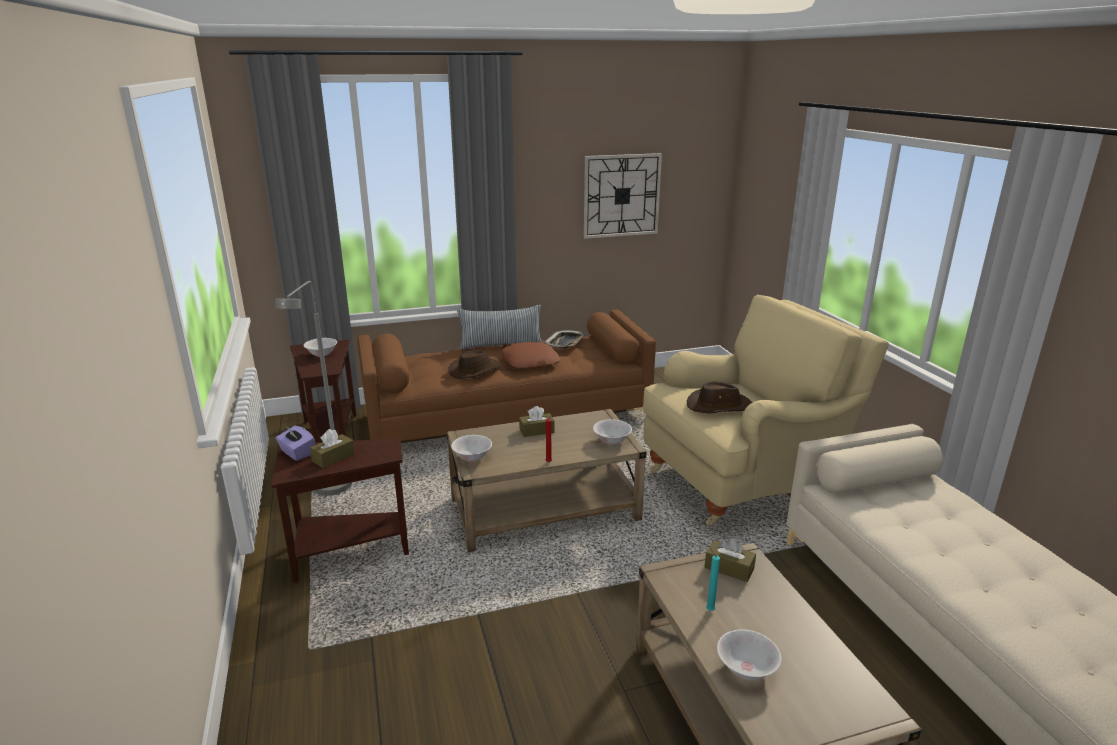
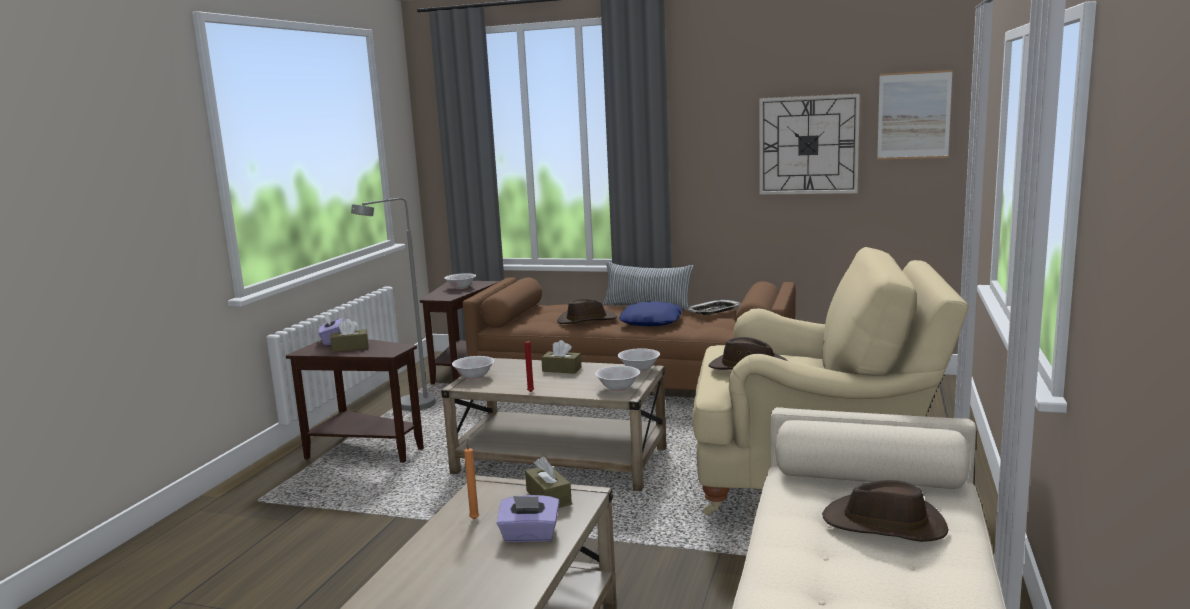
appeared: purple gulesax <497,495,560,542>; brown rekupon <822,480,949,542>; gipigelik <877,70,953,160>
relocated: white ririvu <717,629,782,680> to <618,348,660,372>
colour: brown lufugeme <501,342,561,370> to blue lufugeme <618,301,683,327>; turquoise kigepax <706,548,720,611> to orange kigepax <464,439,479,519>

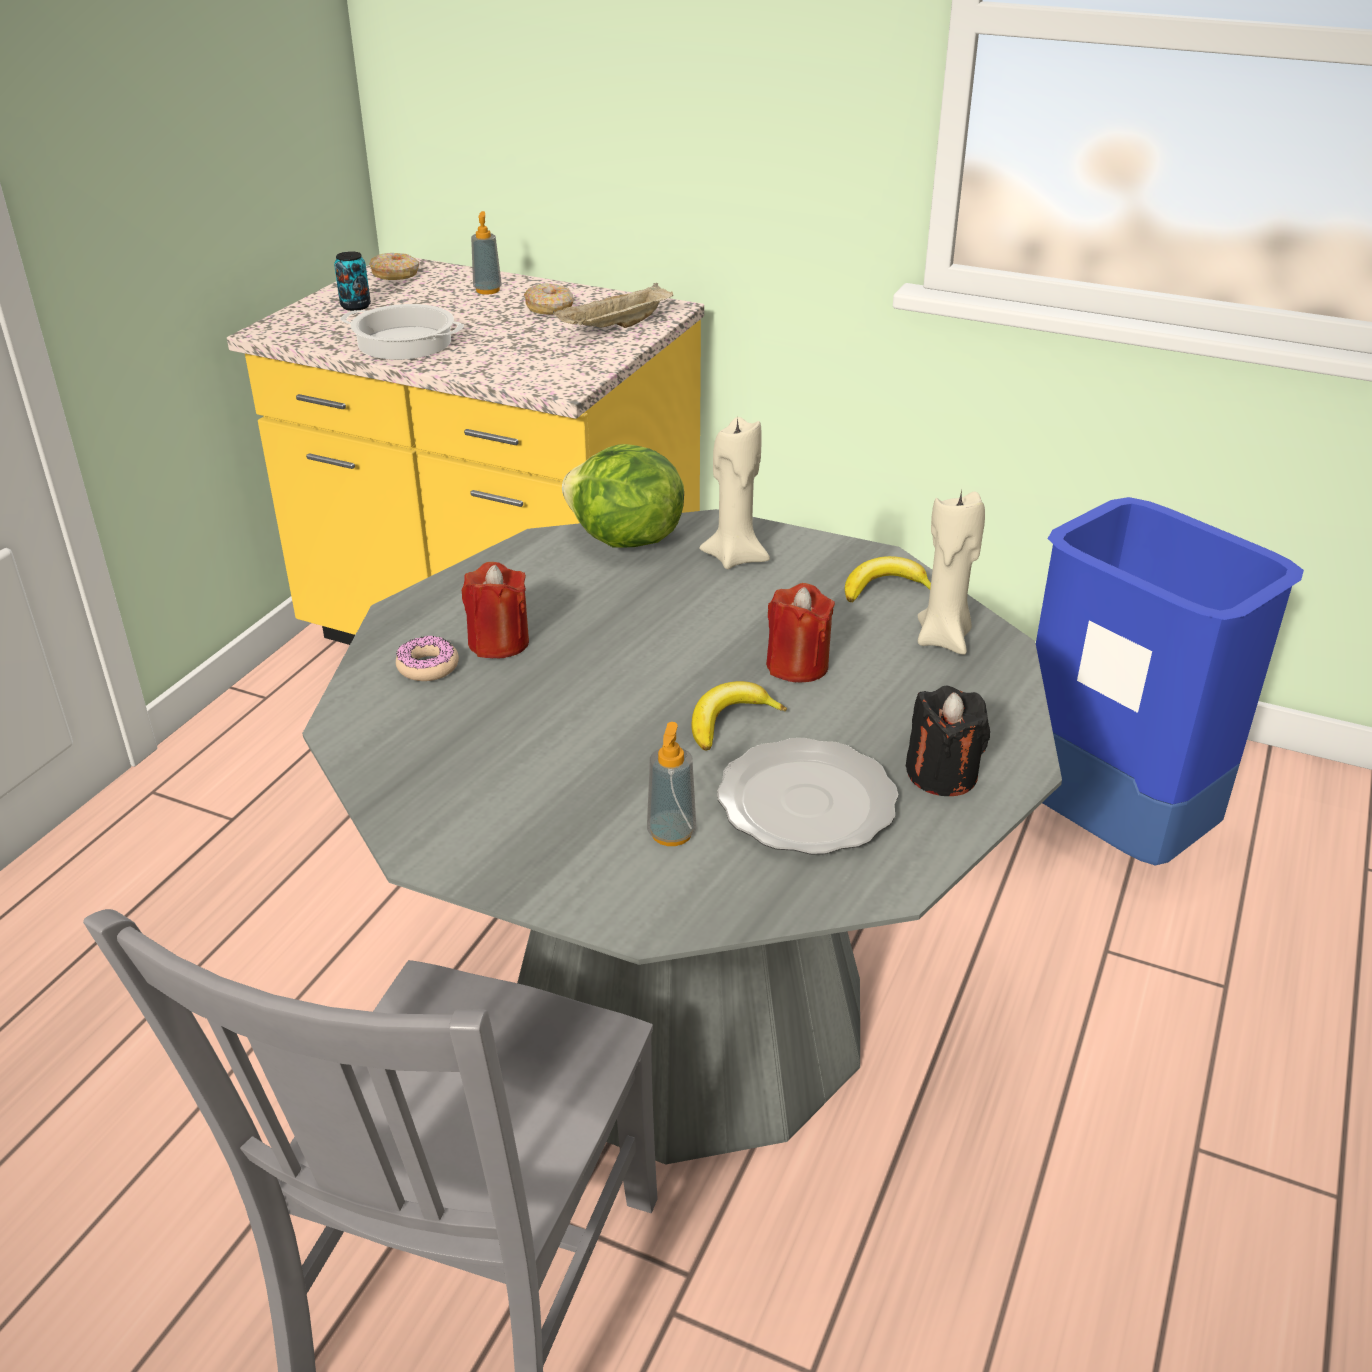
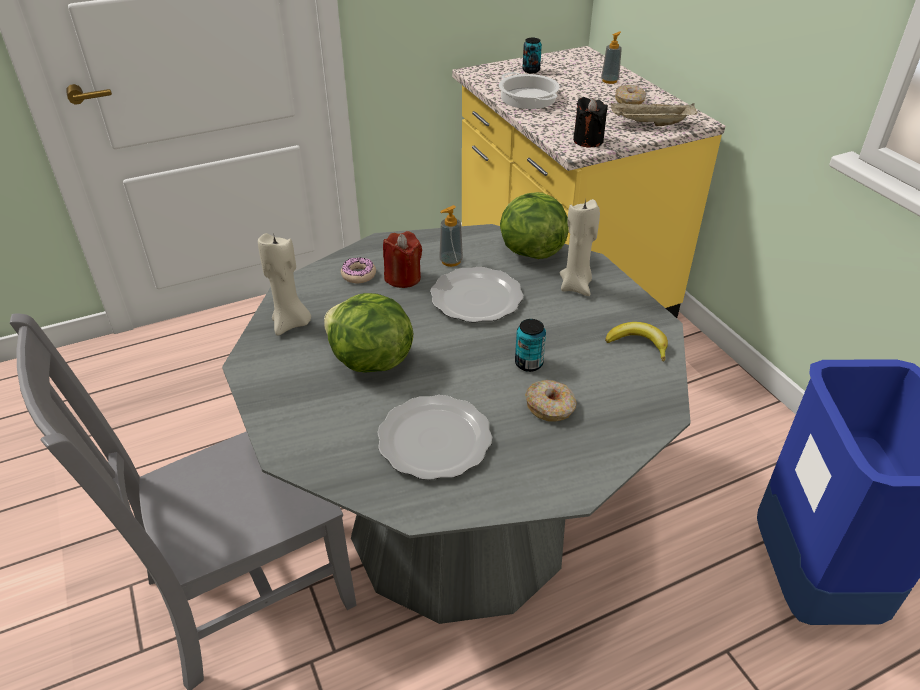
missing: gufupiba <692,681,787,750>
appeared: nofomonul <324,293,413,373>; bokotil <430,267,523,323>
relocated: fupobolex <369,253,419,280> to <525,380,577,422>; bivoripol <647,722,696,846> to <439,205,463,267>; black kigepax <905,686,990,796> to <573,97,608,147>; beige kigepax <918,489,985,655> to <258,233,311,336>
exchanged: red kigepax <766,583,835,683> to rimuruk <515,319,546,372>

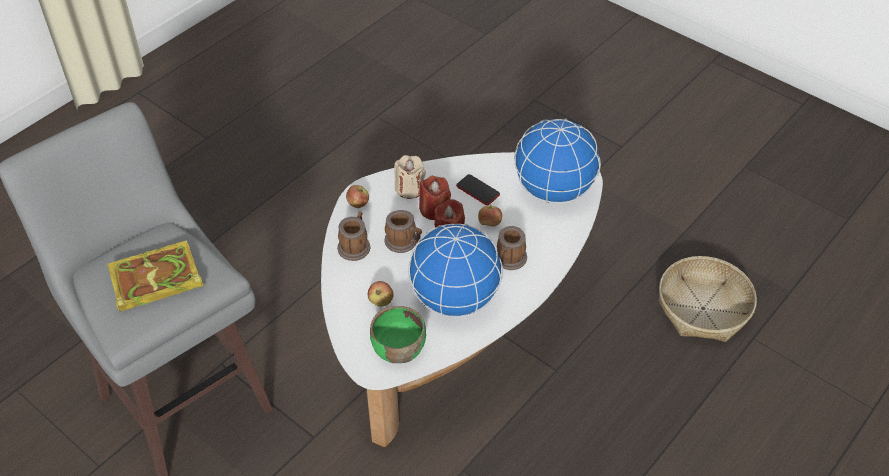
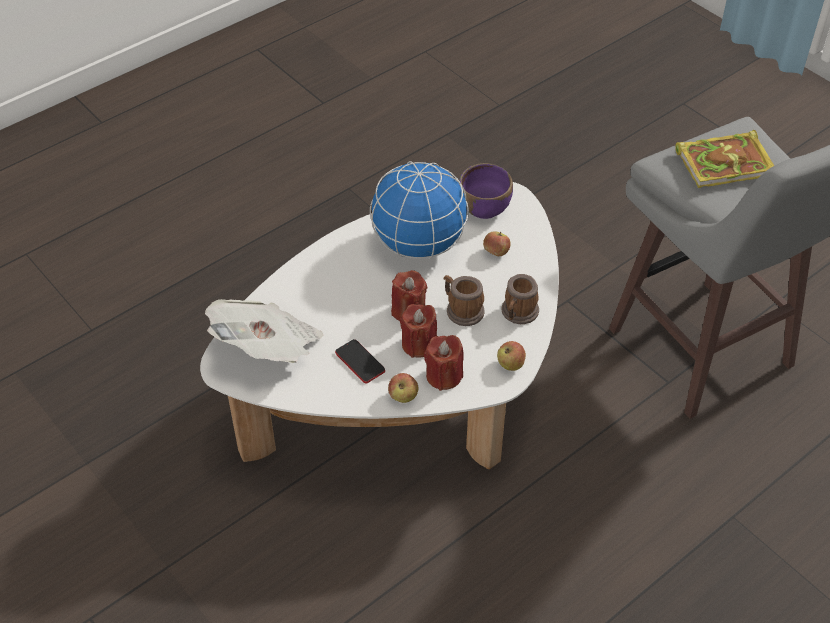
missing: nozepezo <497,226,527,270>; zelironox <659,256,757,342>
relocated: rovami <478,205,502,226> to <388,373,418,403>
exchanged: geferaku <514,118,601,203> to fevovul <205,299,323,363>
colour: green ririvu <370,306,426,363> to purple ririvu <459,163,513,219>; beige kigepax <394,155,426,199> to red kigepax <424,335,464,391>

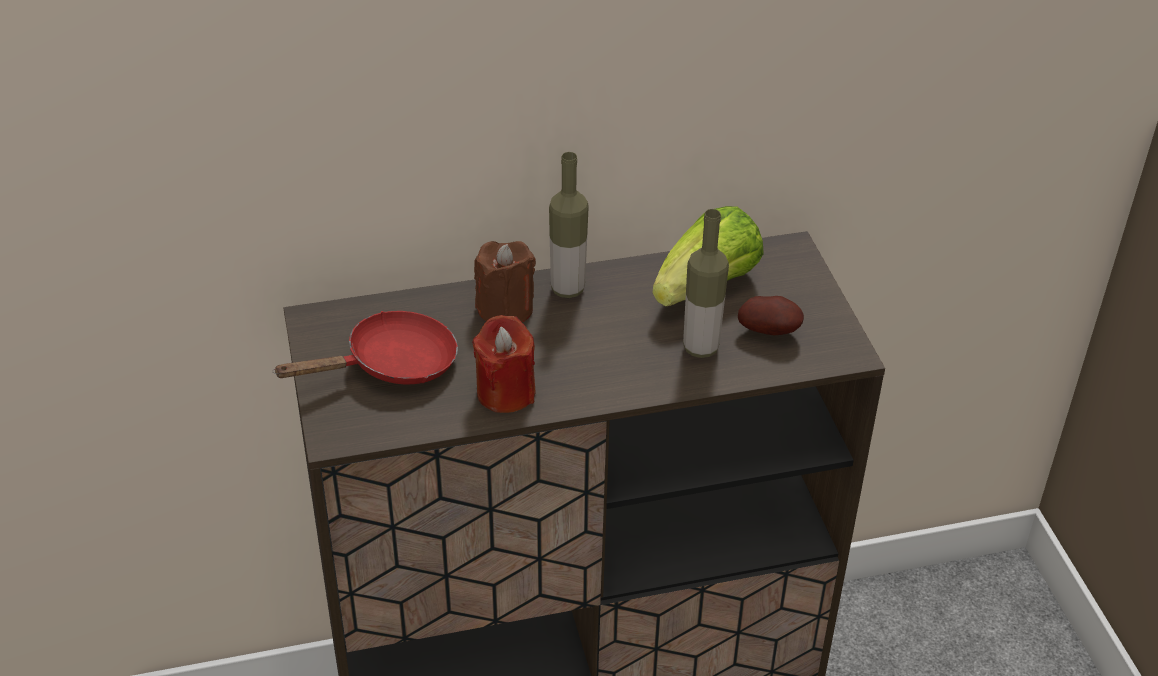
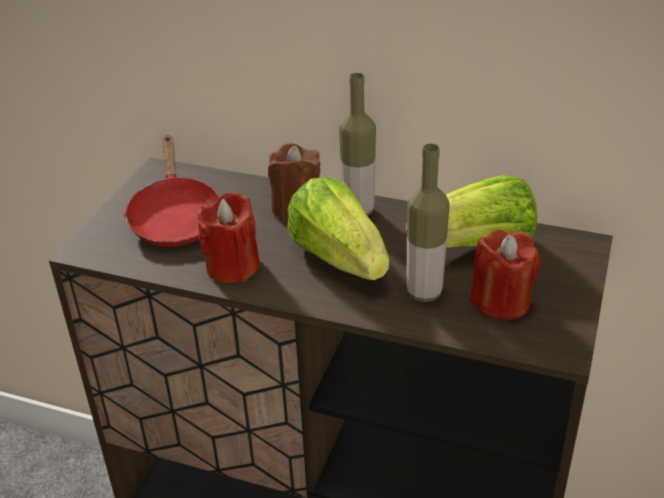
appeared: nofomonul <287,177,389,280>
exchanged: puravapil <738,296,804,335> to red kigepax <470,229,540,321>
spun: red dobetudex <273,311,458,384> = <123,135,220,247> 75 degrees clockwise

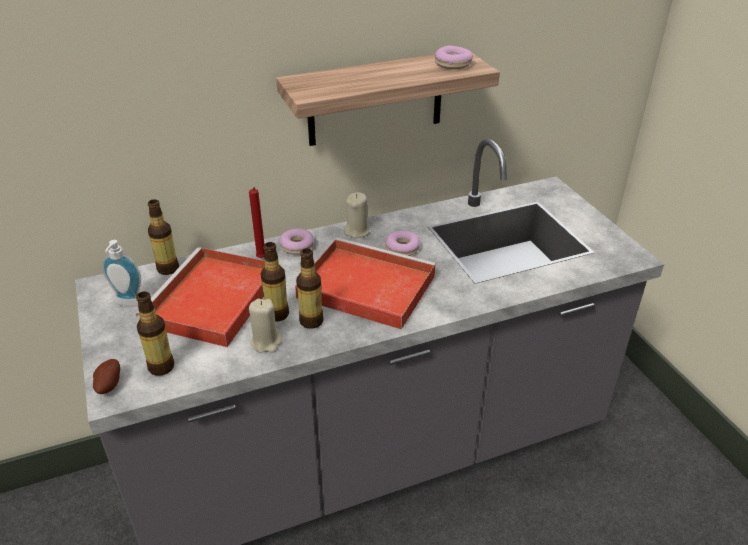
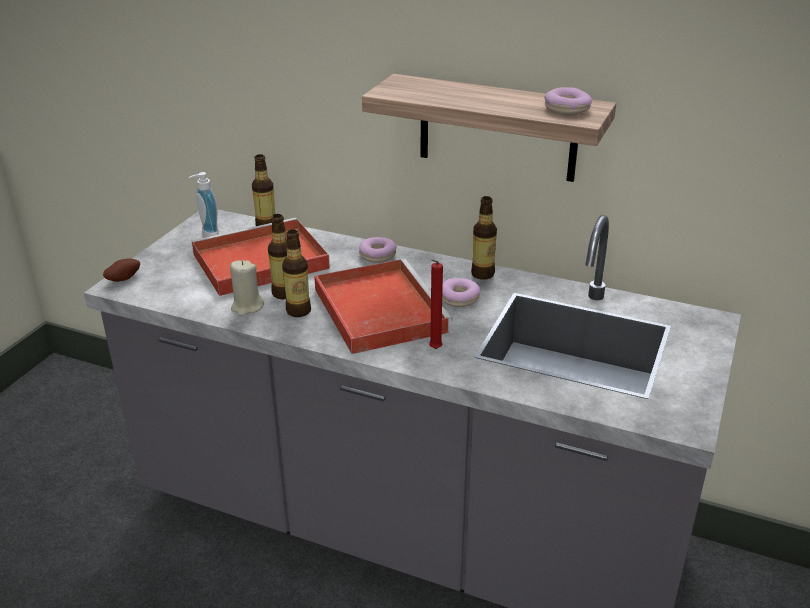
missing: beige kigepax <344,192,369,238>
relocated: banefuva <136,292,174,376> to <471,196,497,280>; red kigepax <249,187,265,258> to <429,260,443,349>

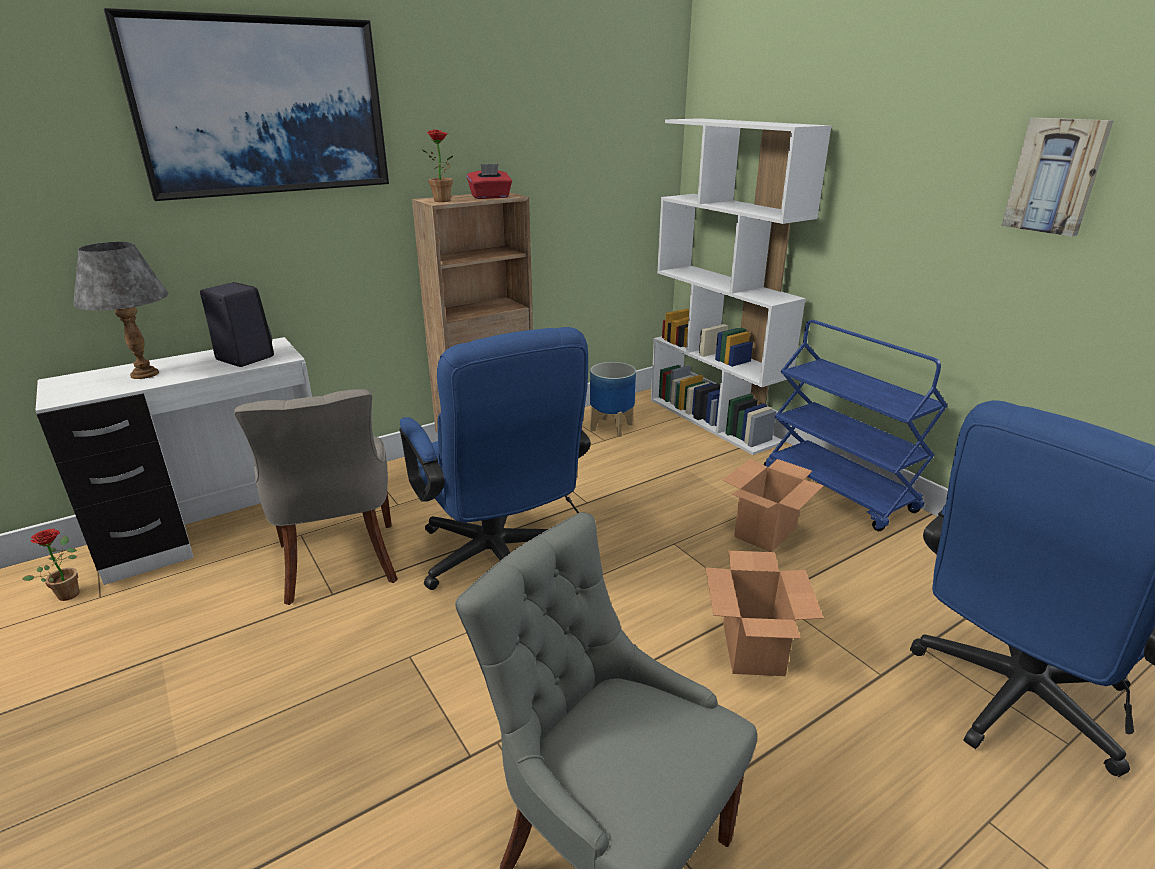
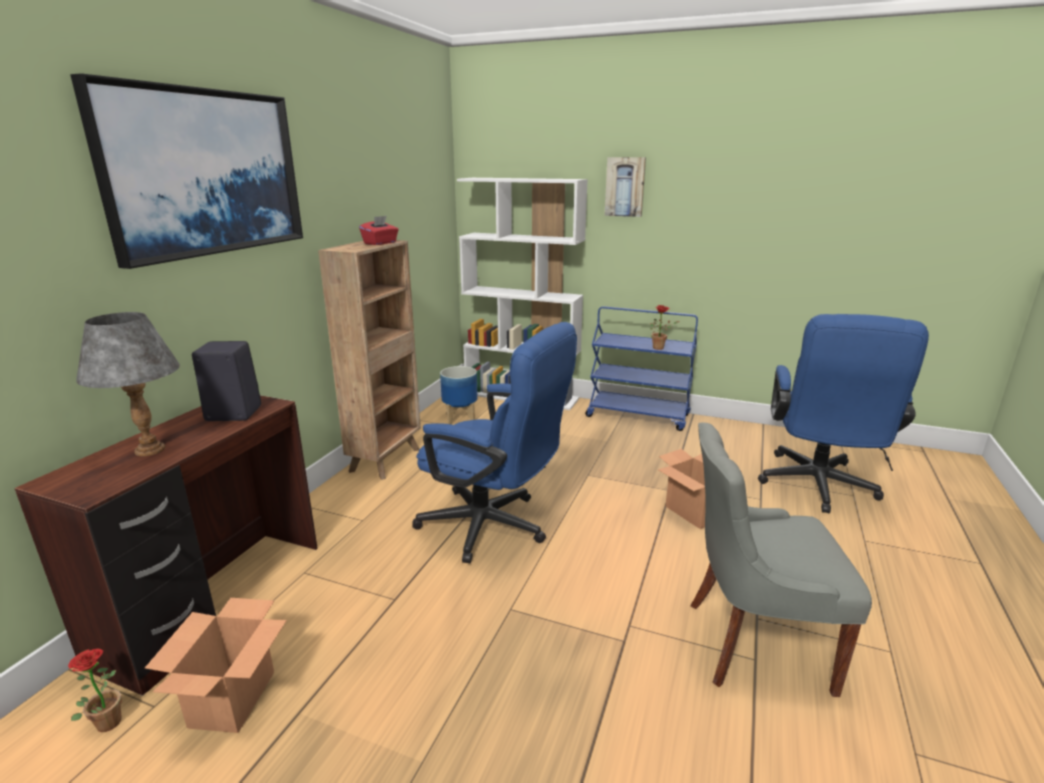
missing: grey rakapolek <234,389,398,605>
relocated: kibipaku <423,129,453,202> to <650,305,679,350>; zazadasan <723,459,824,552> to <145,598,287,733>; gipigelik <1001,118,1114,237> to <605,157,646,217>
colour: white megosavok <35,337,312,585> to brown megosavok <14,395,318,696>

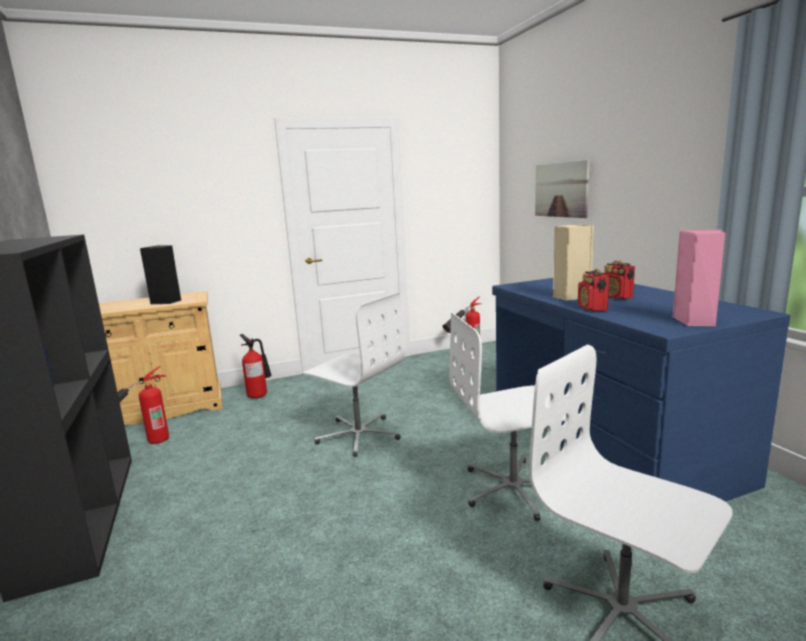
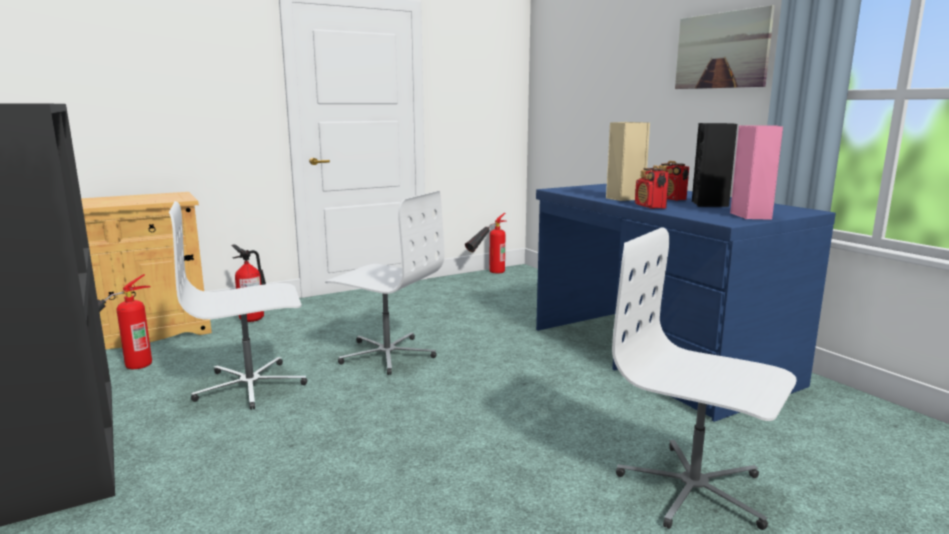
relocated: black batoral <140,245,181,304> to <692,123,737,207>; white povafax <449,312,566,521> to <169,201,307,410>; gipigelik <535,160,590,218> to <675,5,775,89>

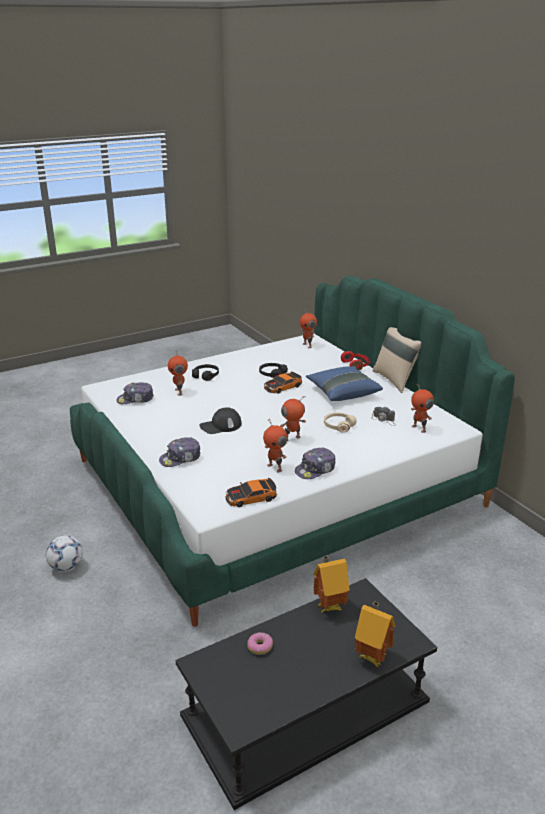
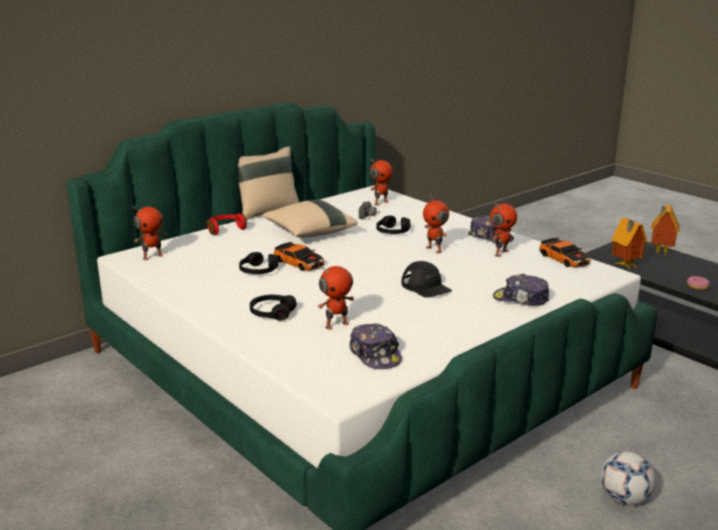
colour: blue lufugeme <306,366,383,401> to beige lufugeme <261,200,358,238>; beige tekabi <324,412,357,433> to black tekabi <376,216,410,234>
spun: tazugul <159,437,200,467> = <493,274,549,306> 150 degrees clockwise

